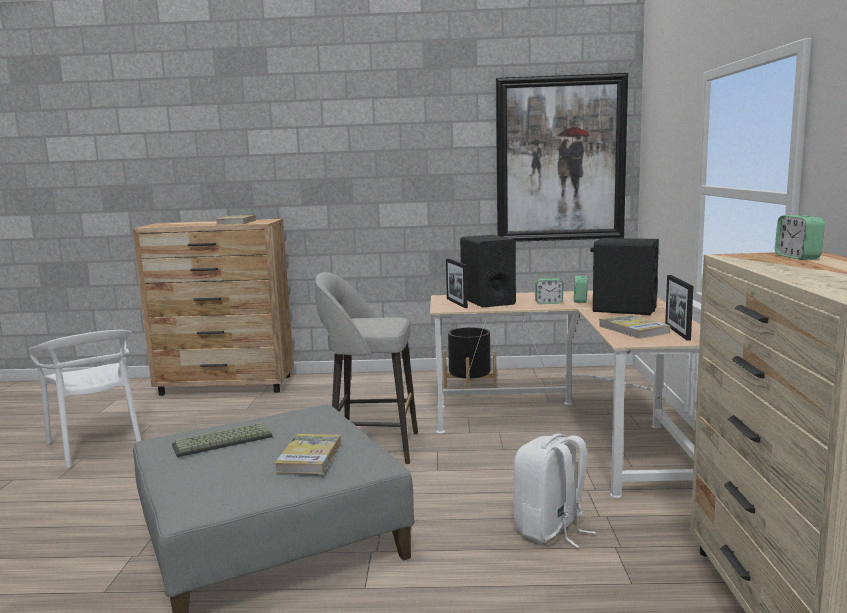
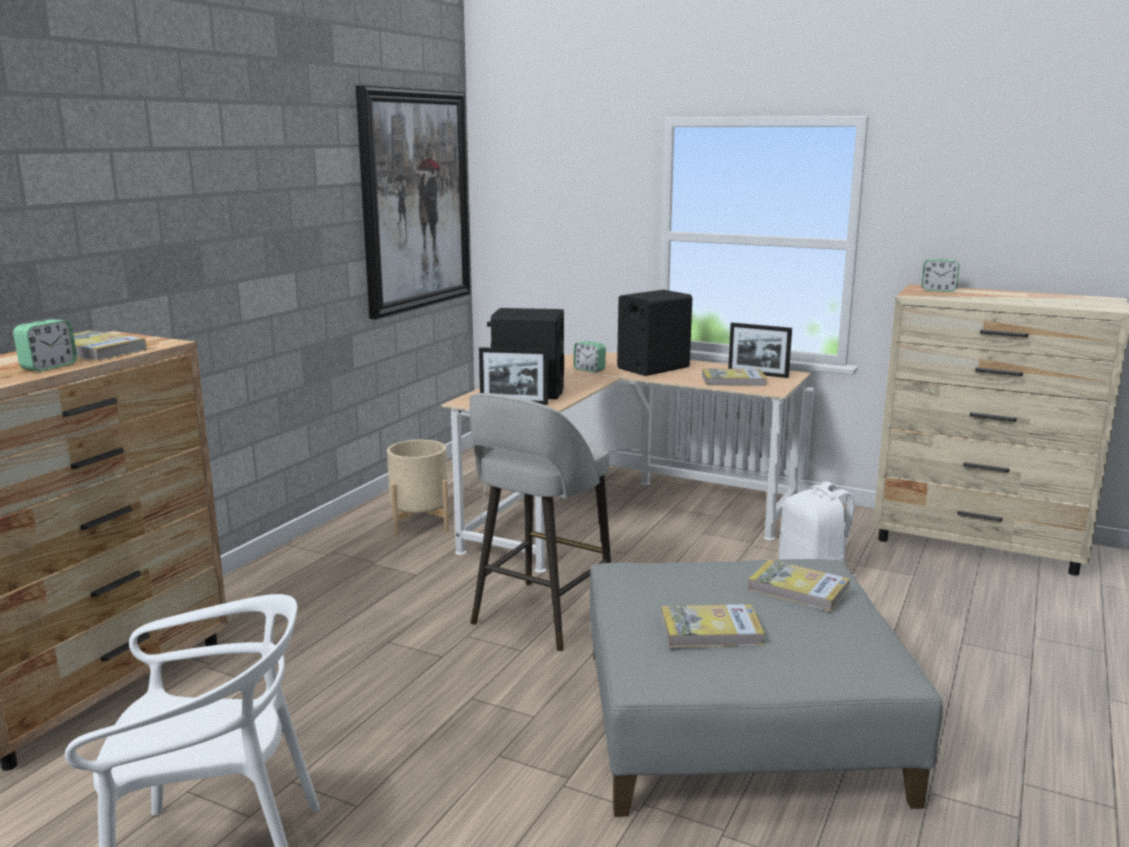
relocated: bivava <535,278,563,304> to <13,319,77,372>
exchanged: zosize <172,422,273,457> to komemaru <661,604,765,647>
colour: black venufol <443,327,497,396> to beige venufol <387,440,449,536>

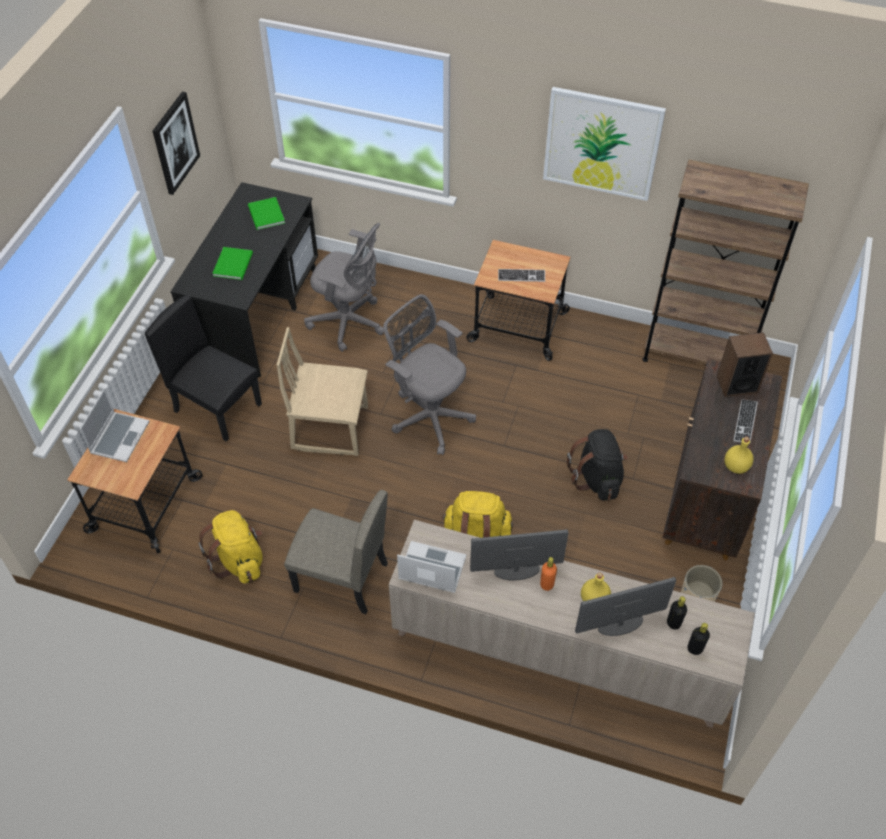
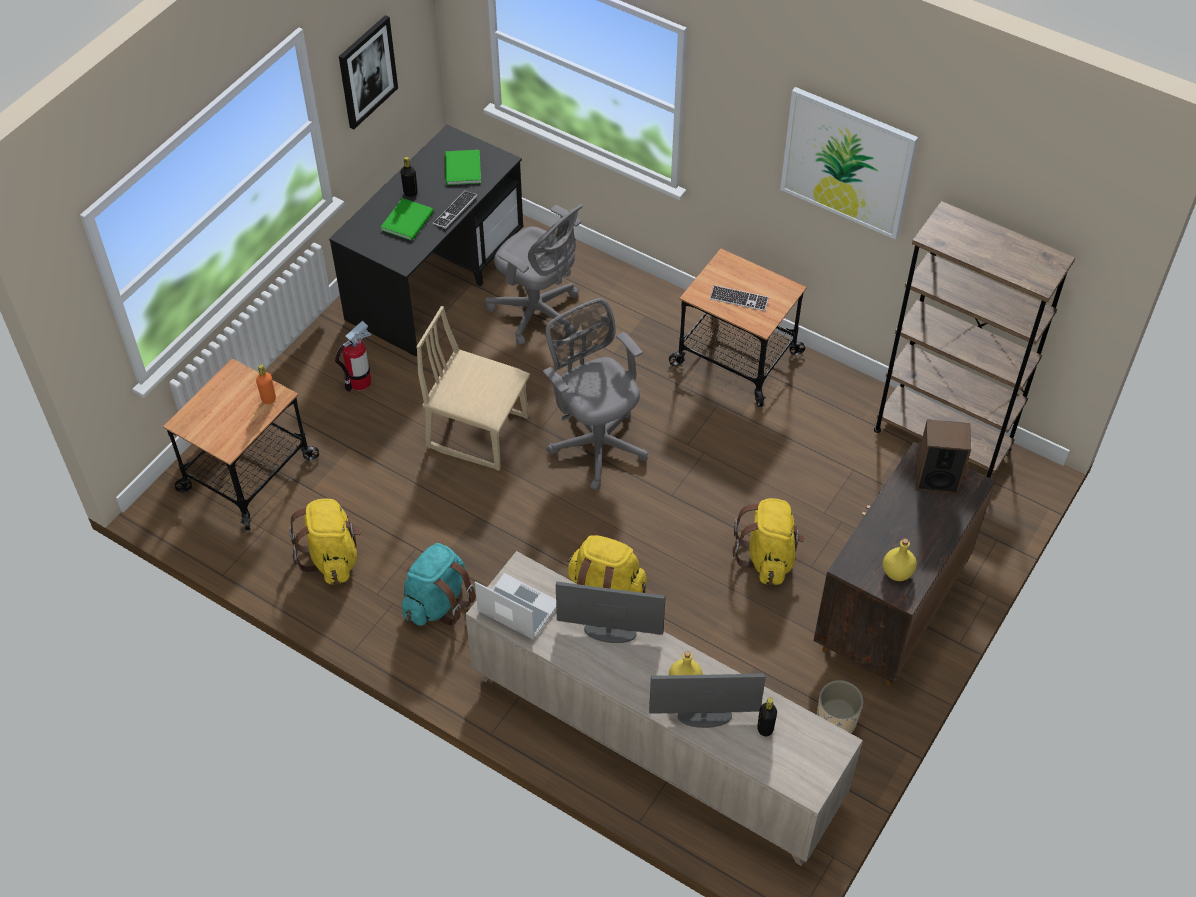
missing: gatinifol <80,388,149,462>
relocated: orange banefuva <540,557,557,591> to <256,365,276,404>; black banefuva <687,623,710,655> to <401,157,418,197>; zosize <734,399,758,444> to <433,191,478,229>
exchanged: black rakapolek <145,295,262,442> to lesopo <335,321,372,392>; beige rakapolek <284,490,388,614> to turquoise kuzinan <402,543,476,626>
colour: black kuzinan <567,429,628,500> to yellow kuzinan <733,498,805,585>

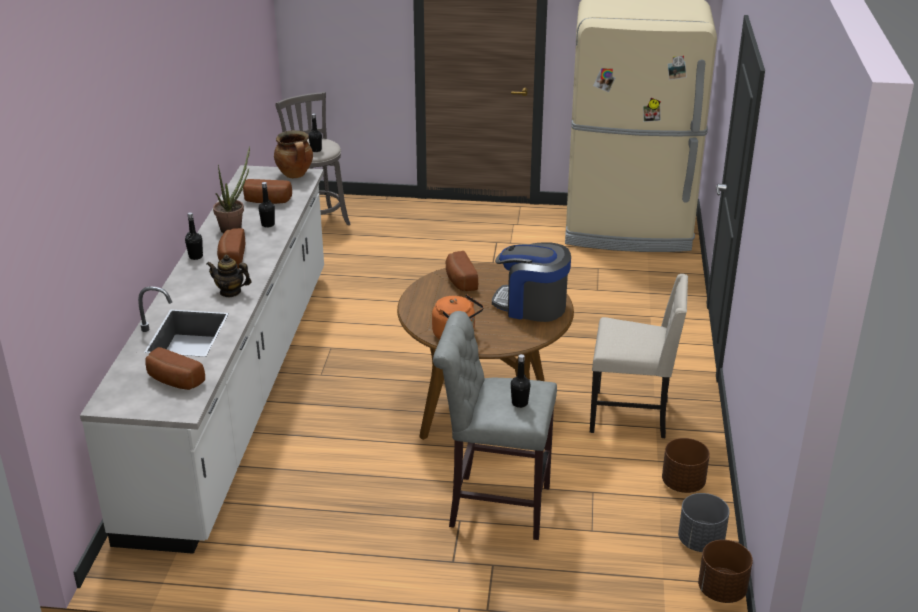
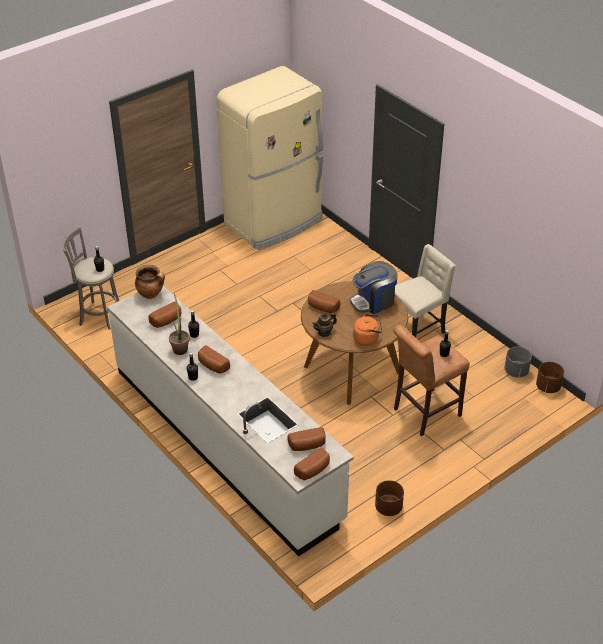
appeared: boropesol <294,448,330,480>
relocated: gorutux <207,255,251,297> to <312,313,337,337>; brown venufol <662,438,710,493> to <375,480,404,516>
colour: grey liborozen <433,311,557,540> to brown liborozen <393,324,470,436>

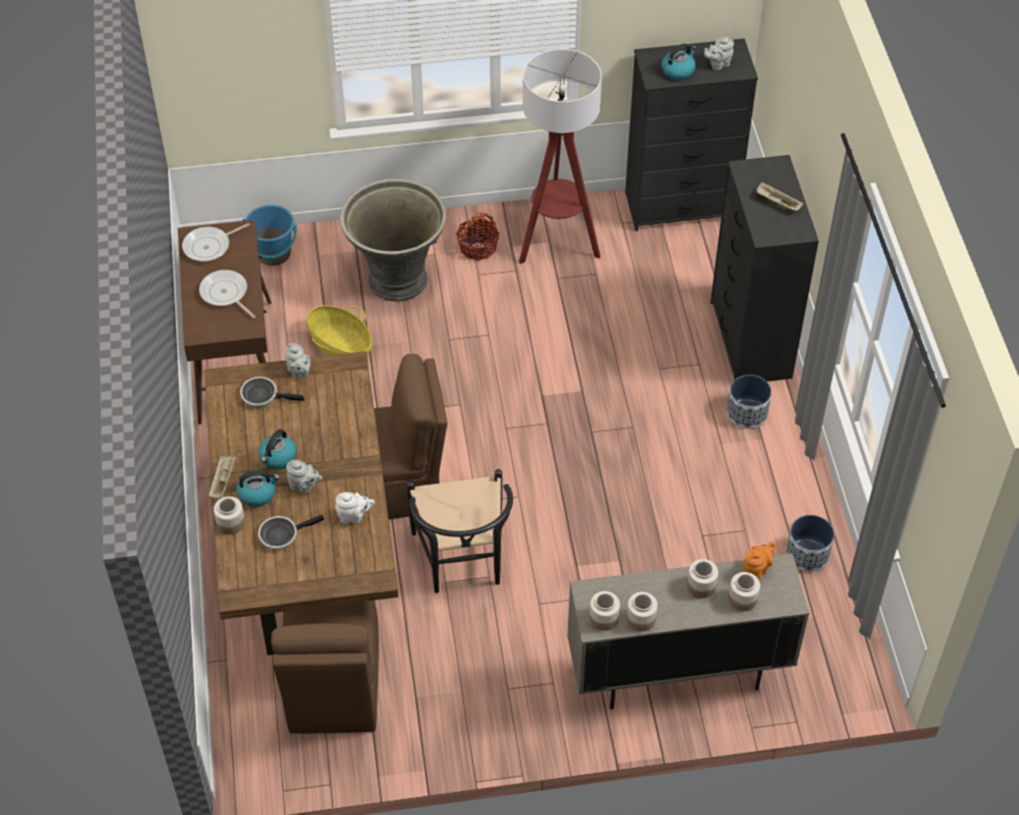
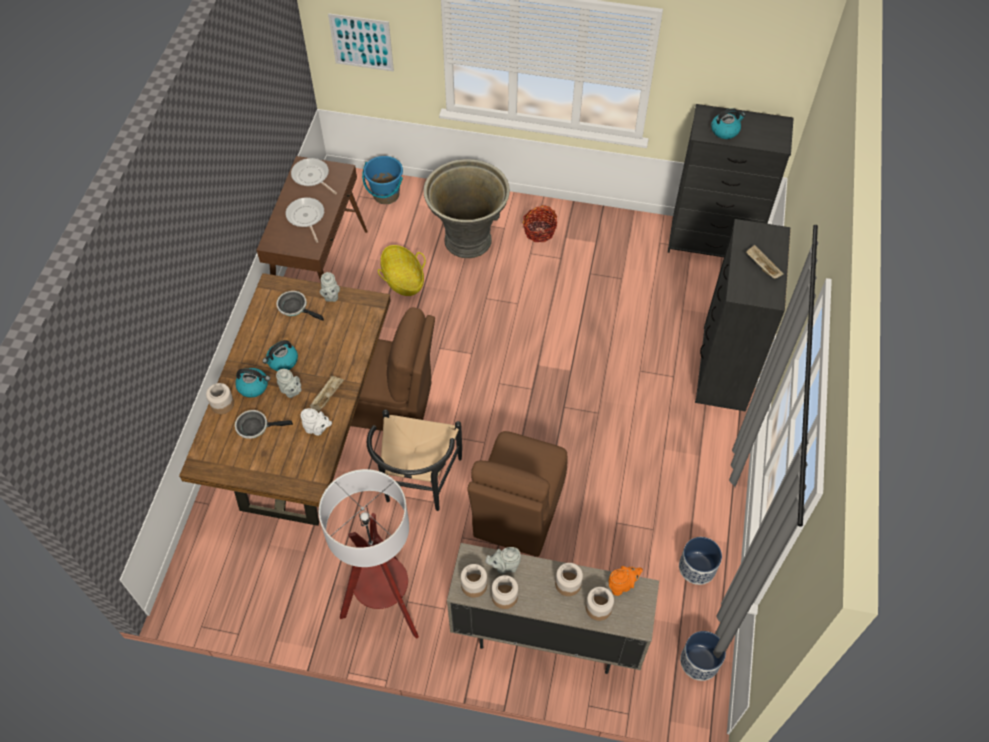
appeared: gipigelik <328,13,394,72>
relocated: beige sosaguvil <208,456,236,499> to <309,375,344,412>; brown rakapolek <271,600,379,734> to <467,431,568,557>; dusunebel <519,48,602,264> to <319,469,419,639>; grey gorutux <704,37,734,70> to <485,547,521,574>; venufol <727,375,772,429> to <680,631,726,681>
spun: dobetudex <182,223,250,262> = <291,158,337,195> 60 degrees clockwise

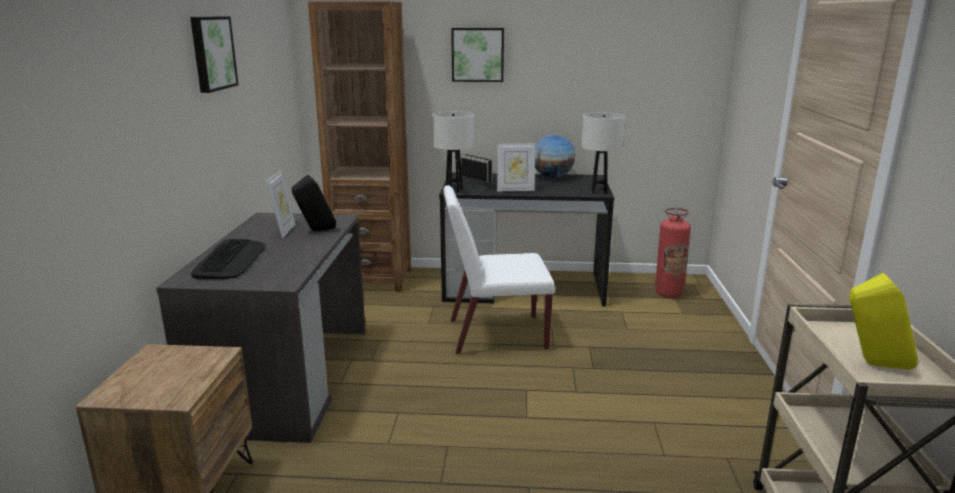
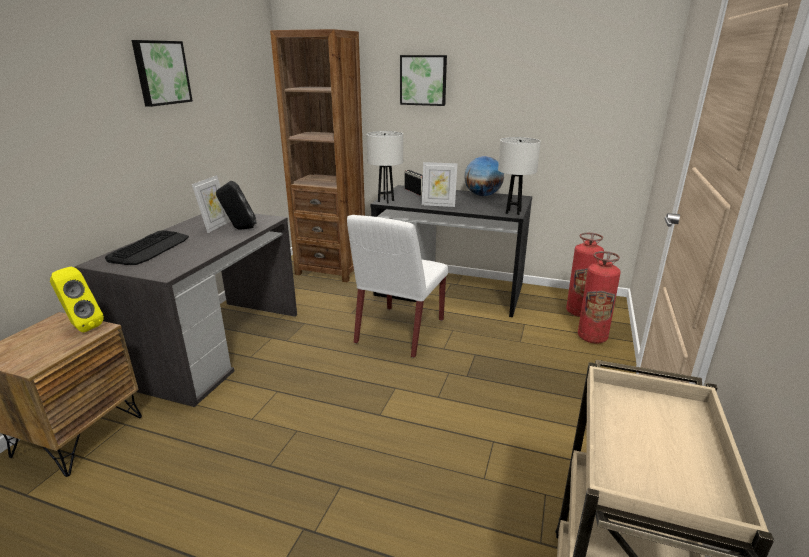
appeared: lesopo <578,251,621,344>
relocated: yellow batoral <849,273,918,369> to <50,266,104,332>
spun: white rakapolek <444,185,555,355> = <347,215,448,358> 75 degrees counterclockwise

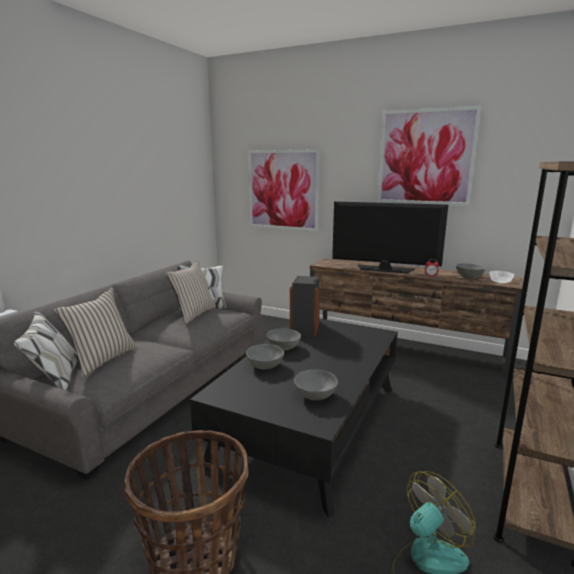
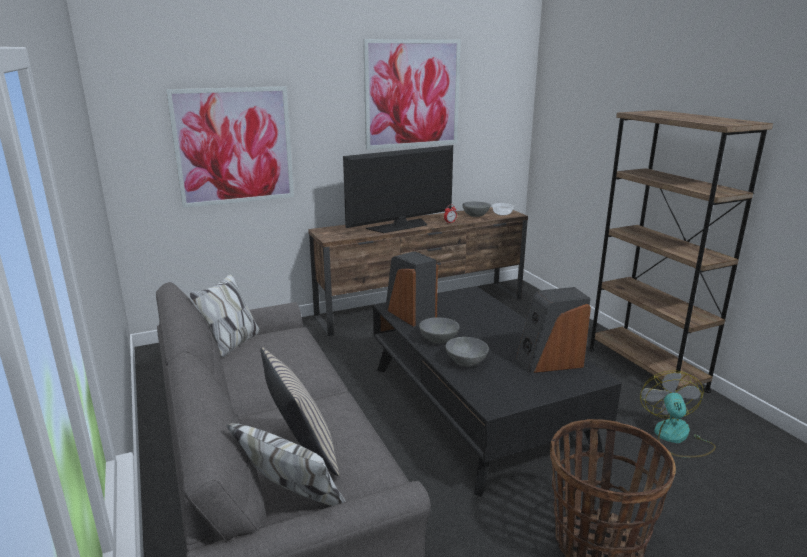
missing: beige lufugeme <165,260,216,324>
exchanged: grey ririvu <294,369,338,400> to batoral <516,287,591,373>

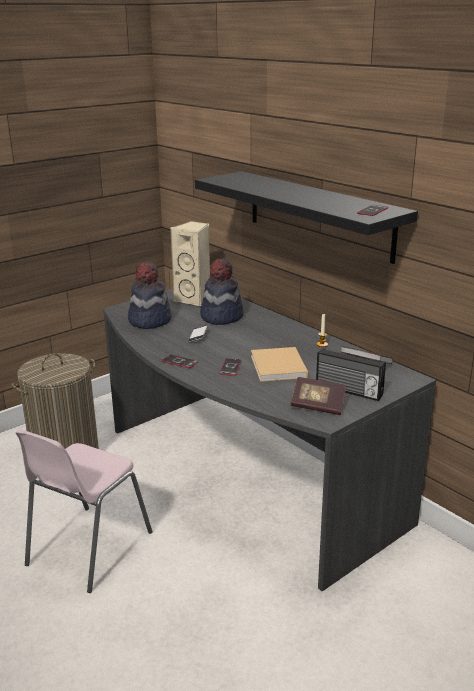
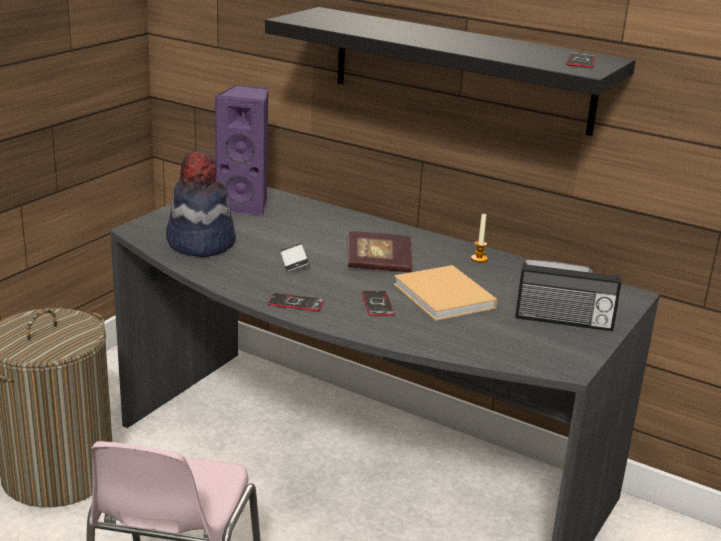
missing: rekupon <200,258,244,325>
relocated: komemaru <291,377,346,415> to <348,231,412,273>
colour: beige batoral <170,221,210,306> to purple batoral <215,85,268,216>

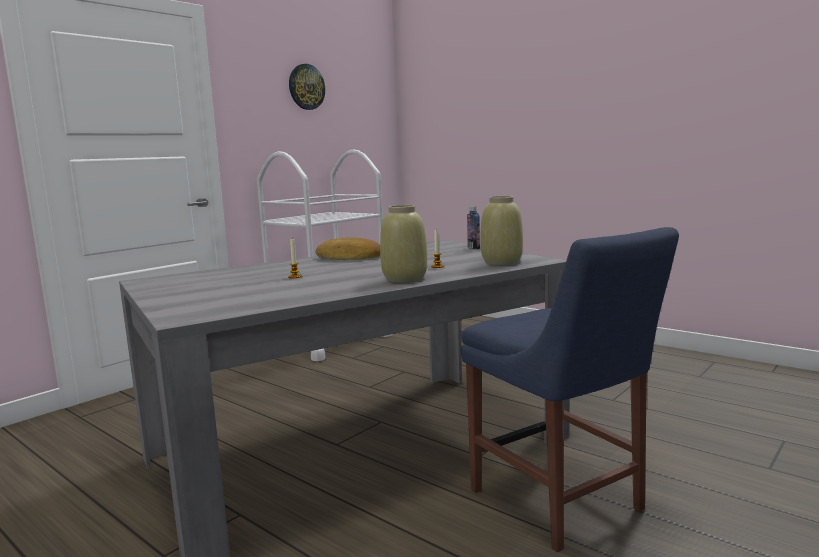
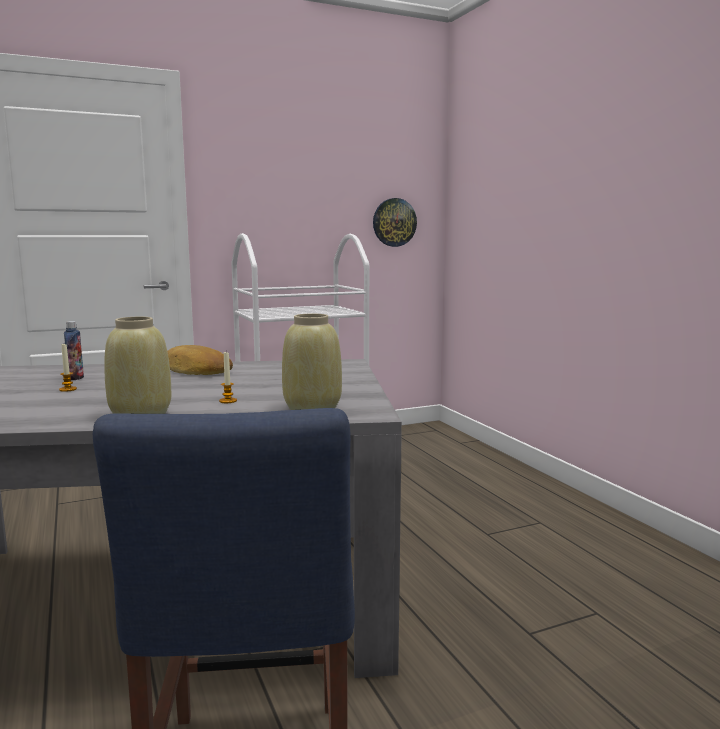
relocated: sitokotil <289,64,325,110> to <373,198,417,247>; banefuva <467,206,480,249> to <64,321,84,380>

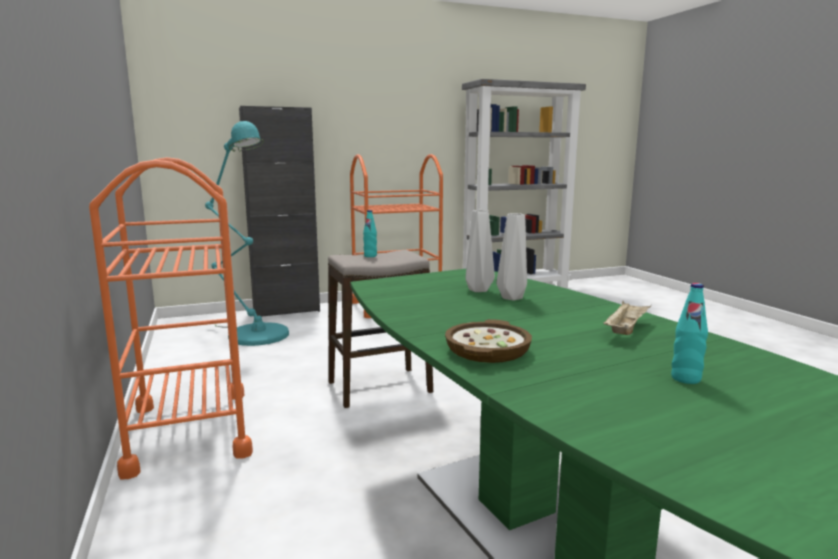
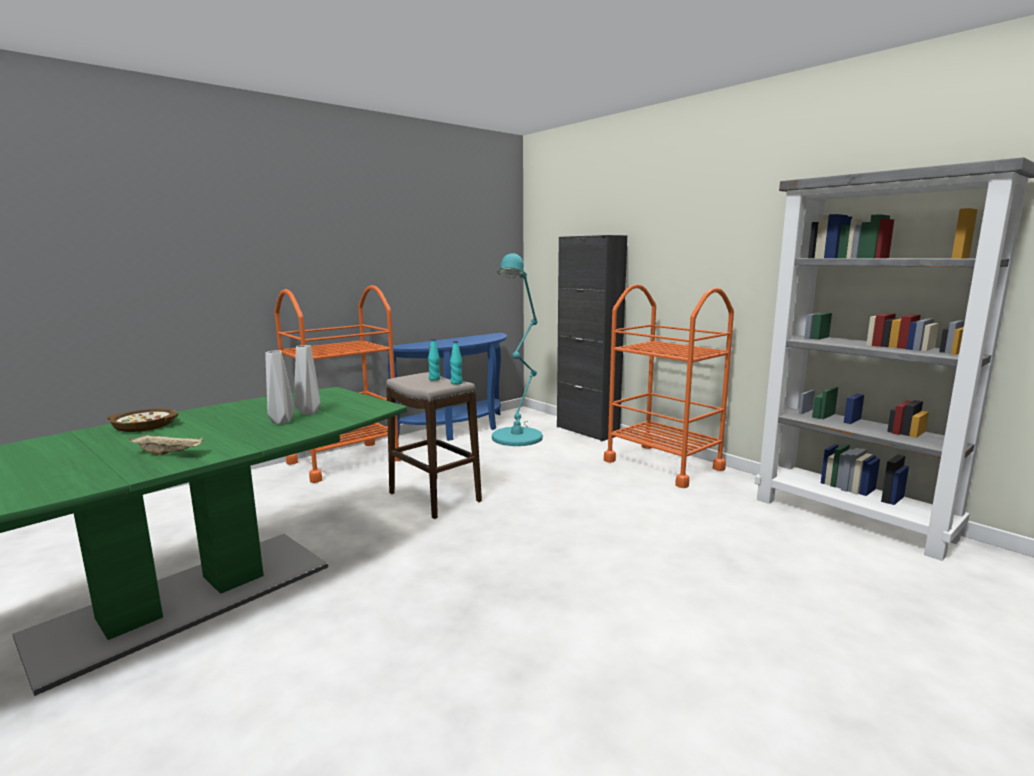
appeared: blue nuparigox <387,333,507,441>
relocated: turquoise banefuva <671,283,708,384> to <450,341,463,385>

